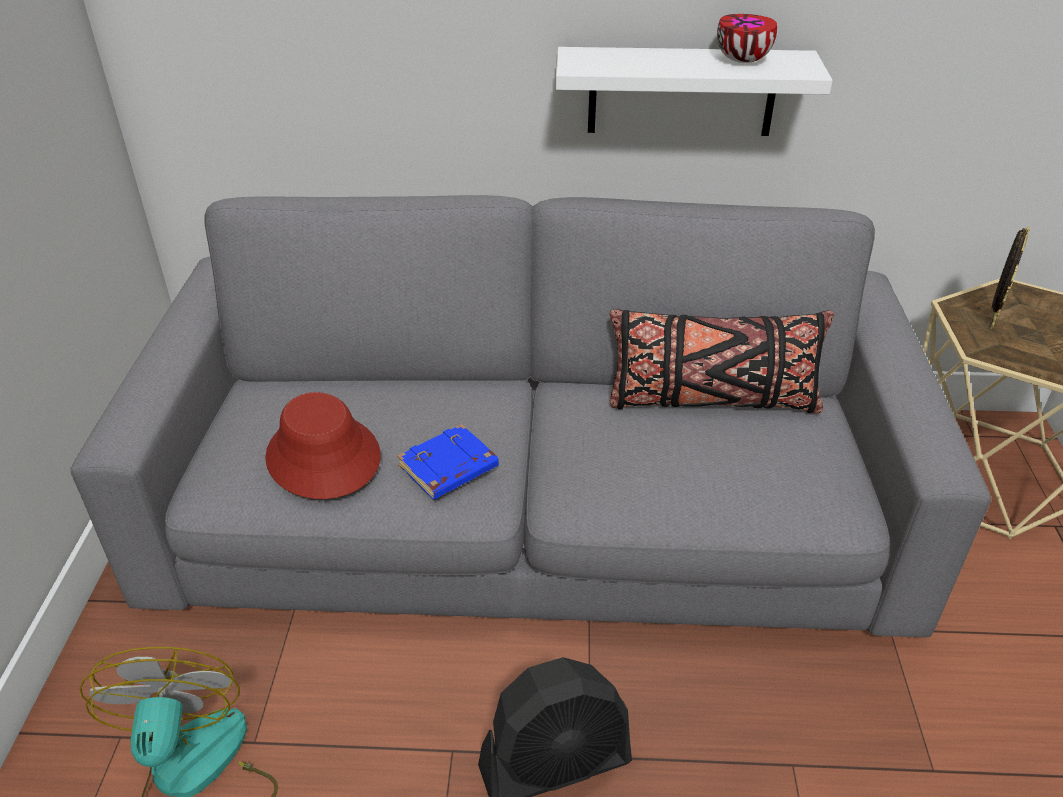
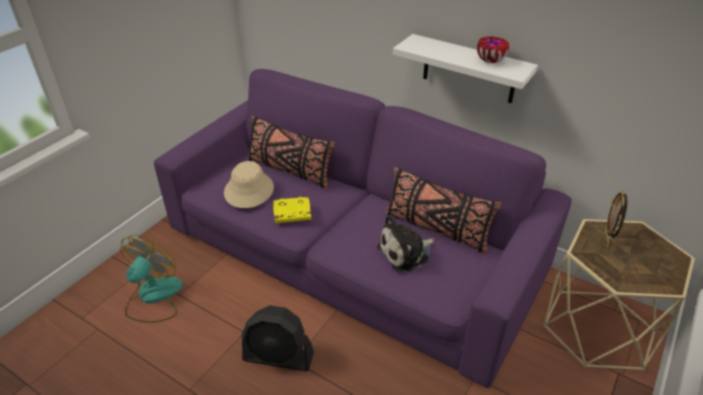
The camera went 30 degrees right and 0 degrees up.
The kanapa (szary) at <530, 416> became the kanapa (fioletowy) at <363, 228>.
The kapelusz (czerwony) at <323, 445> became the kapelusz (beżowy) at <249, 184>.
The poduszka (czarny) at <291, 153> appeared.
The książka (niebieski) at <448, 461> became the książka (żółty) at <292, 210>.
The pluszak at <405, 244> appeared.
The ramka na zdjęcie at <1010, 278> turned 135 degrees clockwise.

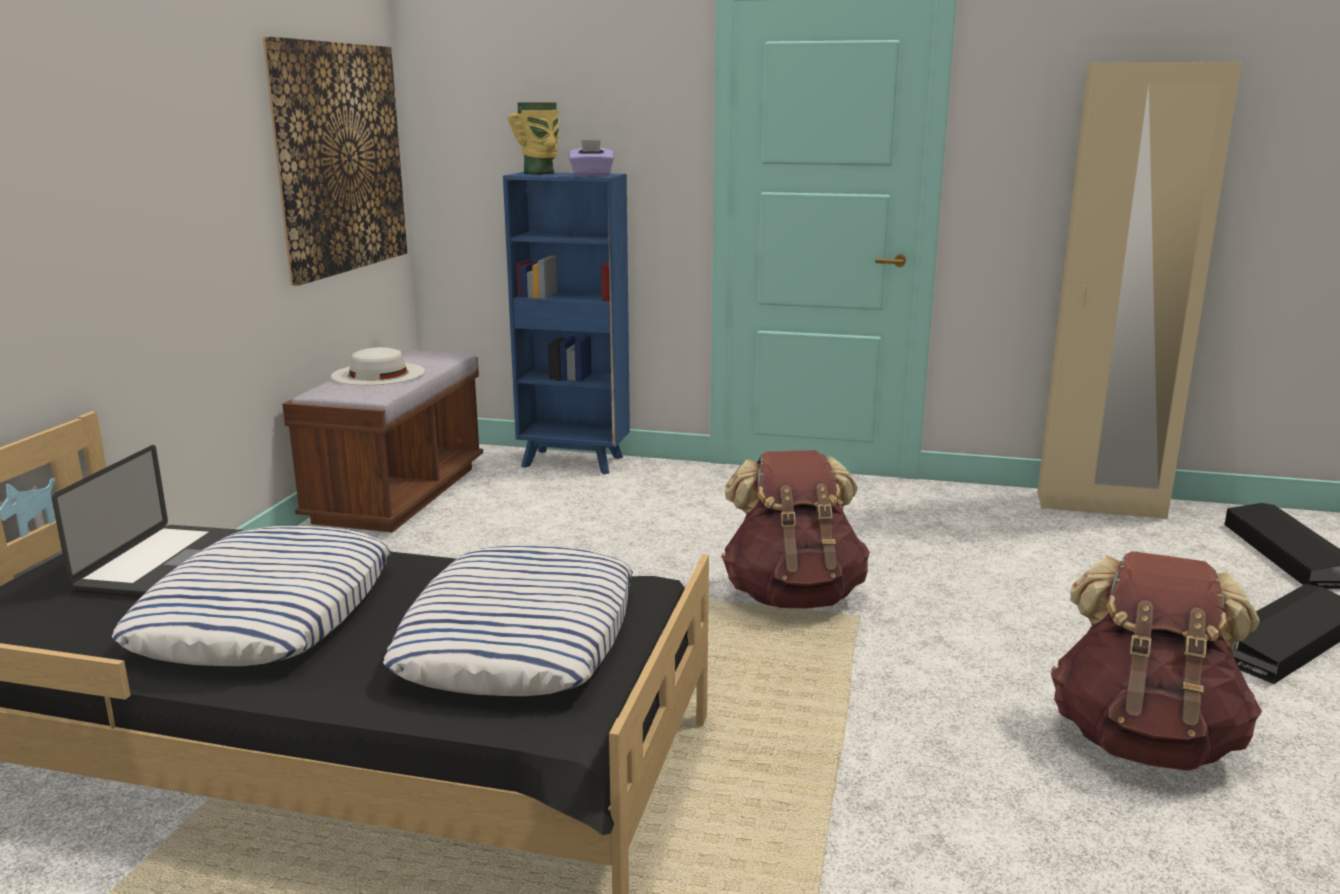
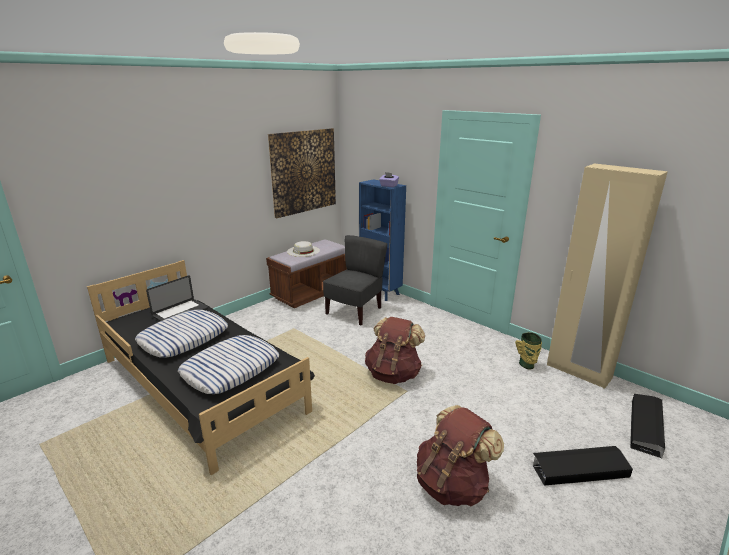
The camera went 30 degrees right and 5 degrees up.
The krzesło (szary) at <355, 280> appeared.
The wazon moved from <534, 138> to <528, 350>.

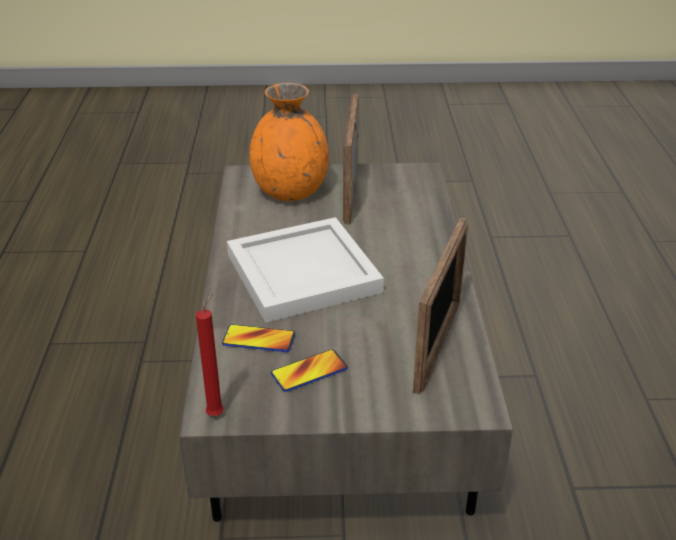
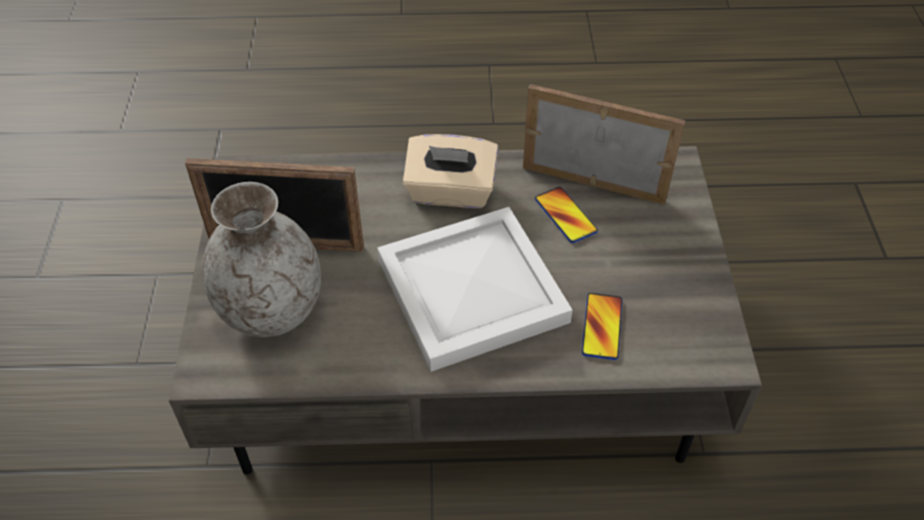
The camera went 90 degrees left and 15 degrees up.
The wazon (pomarańczowy) at <289, 142> became the wazon (szary) at <261, 259>.
The pudełko chusteczek (beżowy) at <450, 171> appeared.
The telefon moved from <309, 370> to <566, 215>.
The świeca (czerwony) at <210, 354> disappeared.

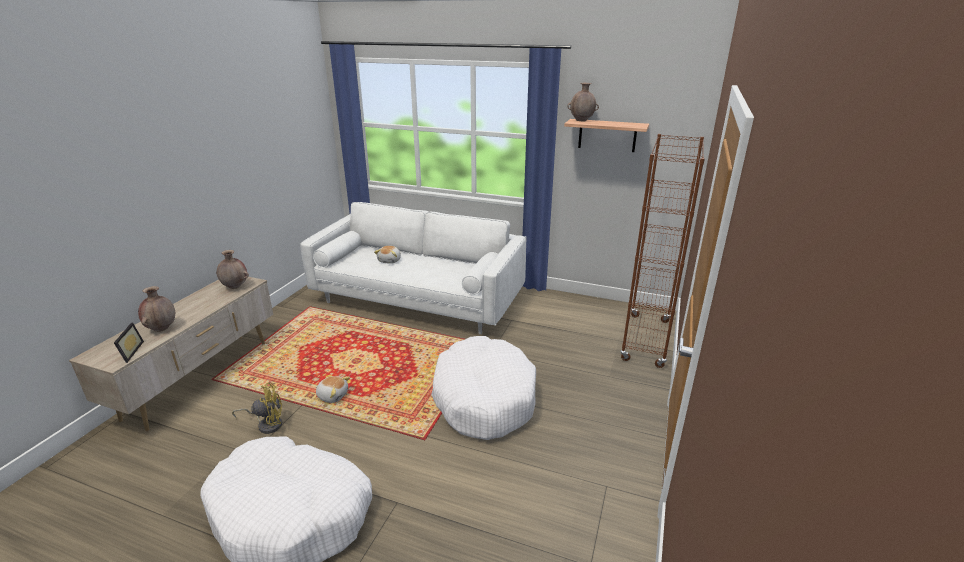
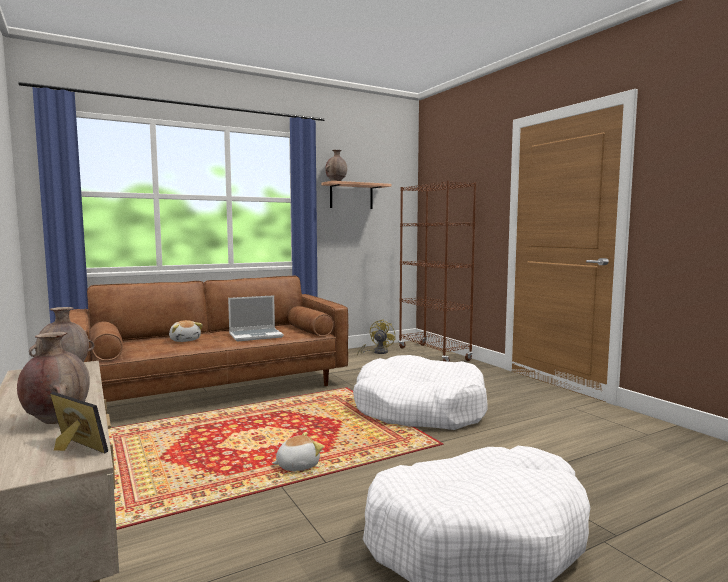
The camera went 50 degrees left and 20 degrees down.
The kanapa (biały) at <413, 268> became the kanapa (brązowy) at <208, 339>.
The laptop at <256, 318> appeared.
The wentylator (żółty) moved from <257, 408> to <376, 337>.

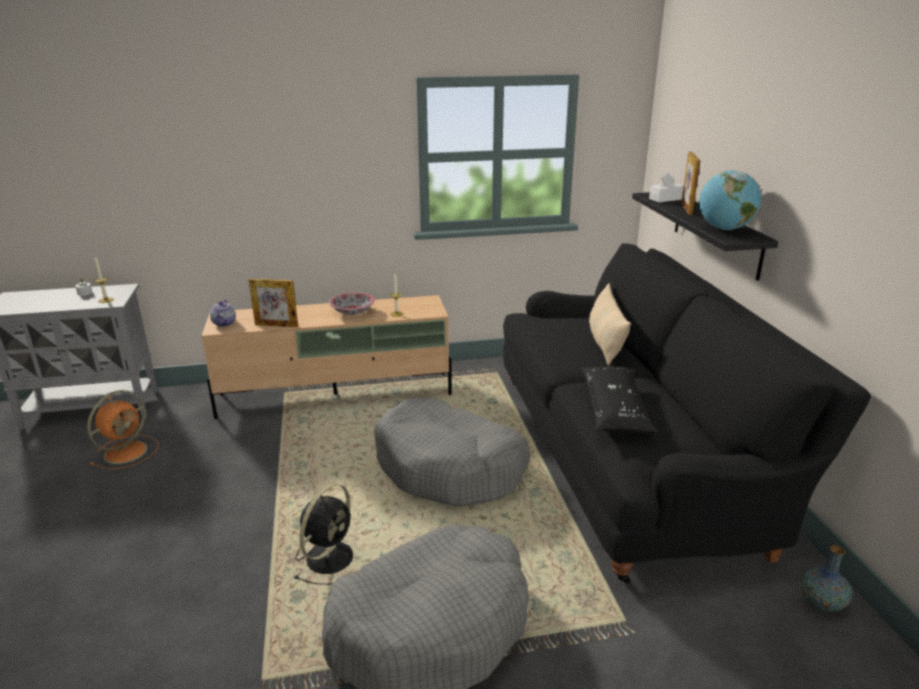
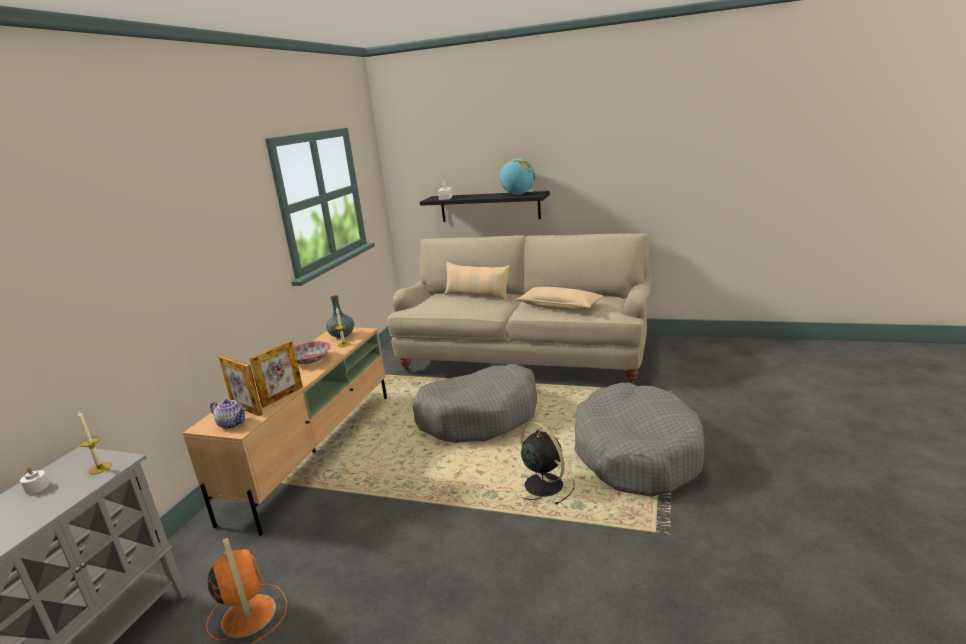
The camera went 60 degrees left and 5 degrees down.
The ramka na zdjęcie moved from <690, 183> to <241, 386>.
The wazon moved from <826, 578> to <340, 316>.
The kanapa (czarny) at <687, 413> became the kanapa (beżowy) at <519, 309>.
The poduszka (czarny) at <619, 399> became the poduszka (beżowy) at <559, 299>.

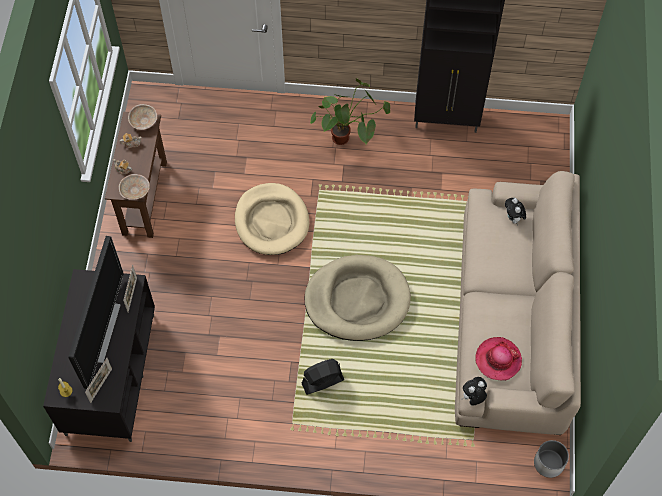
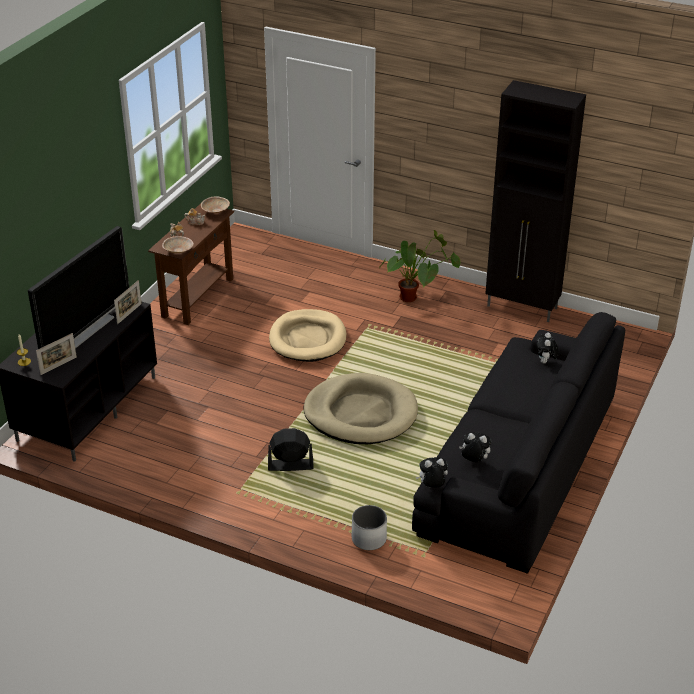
The camera went 20 degrees right and 25 degrees down.
The donica (biały) moved from <551, 459> to <369, 527>.
The kanapa (beżowy) at <518, 303> became the kanapa (czarny) at <518, 443>.
The kapelusz at <498, 359> was replaced by the pluszak at <475, 447>.

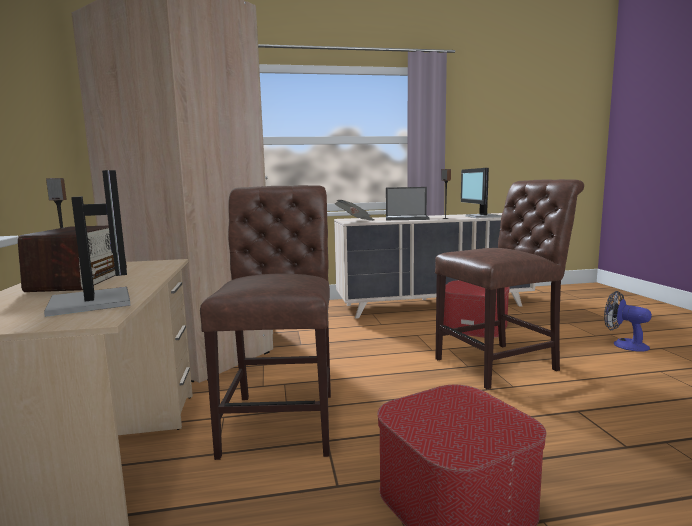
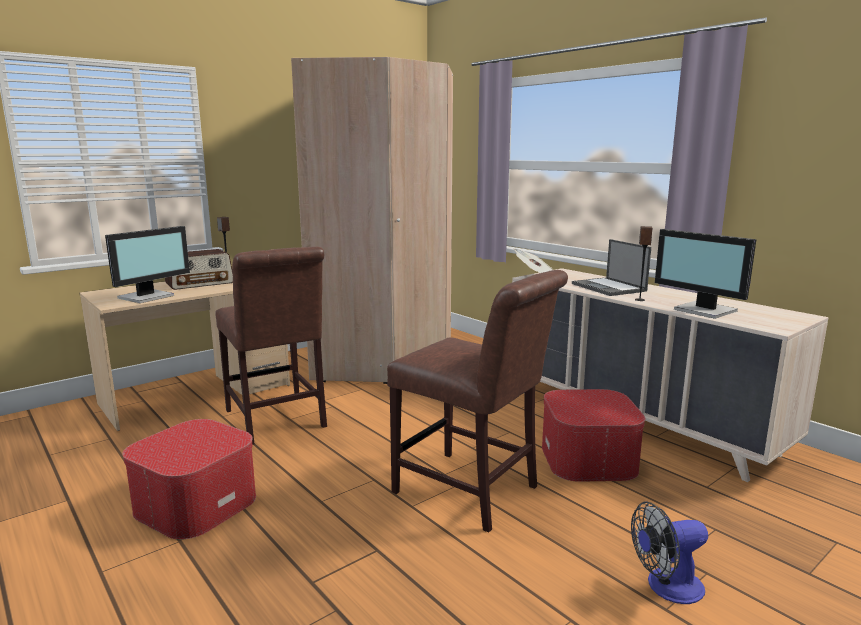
The camera went 60 degrees right and 5 degrees up.
The krzesło (brązowy) at <265, 322> turned 90 degrees clockwise.
The wentylator at <628, 321> turned 120 degrees counterclockwise.
The monitor at <481, 193> turned 90 degrees counterclockwise.

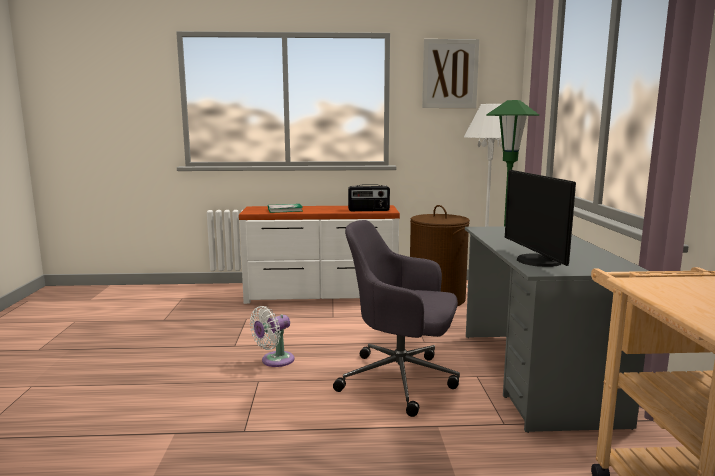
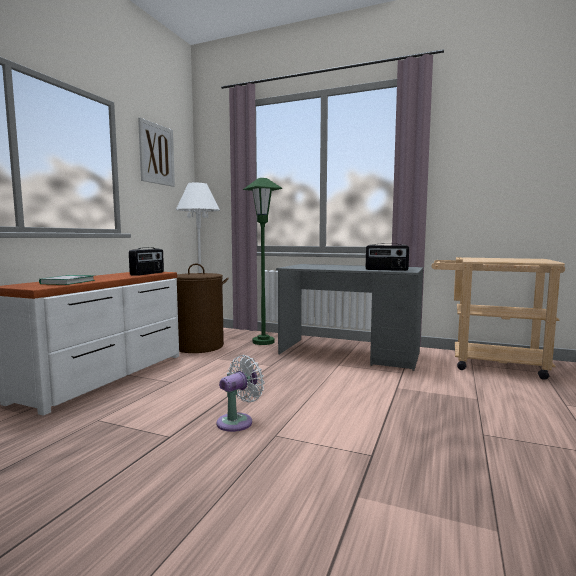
The camera went 65 degrees left and 5 degrees down.
The wentylator (biały) at <272, 336> turned 120 degrees counterclockwise.
The monitor at <540, 218> was replaced by the radio at <387, 257>.
The krzesło biurowe (szary) at <396, 318> disappeared.

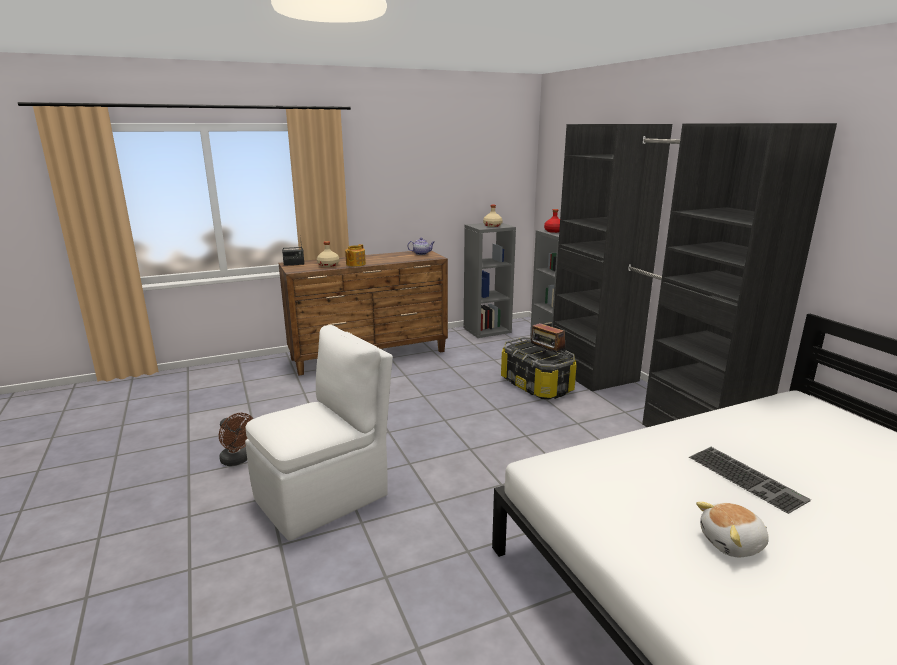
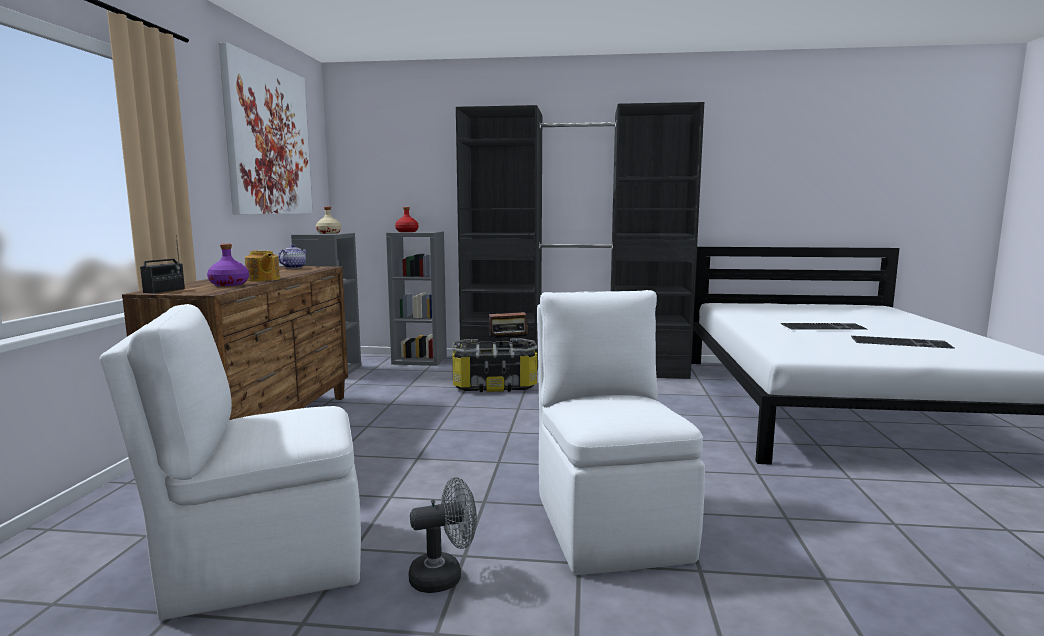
The camera went 60 degrees left and 10 degrees down.
The krzesło (biały) at <230, 462> appeared.
The butelka (beżowy) at <328, 254> became the butelka (fioletowy) at <228, 265>.
The obraz at <266, 128> appeared.
The wentylator (brązowy) at <236, 439> became the wentylator (szary) at <443, 535>.
The pluszak at <732, 529> was replaced by the klawiatura at <903, 342>.

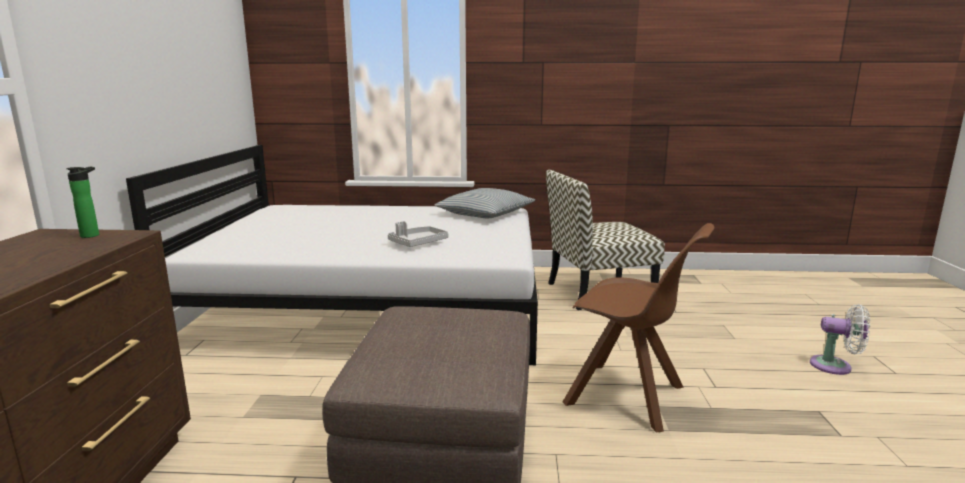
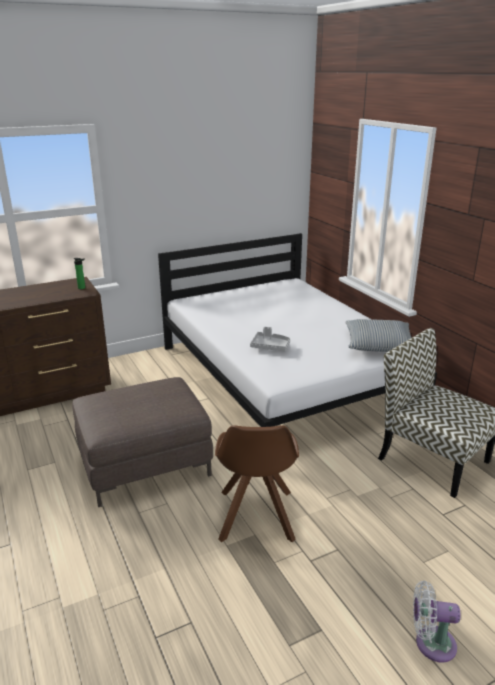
The camera went 60 degrees right and 10 degrees up.
The wentylator (biały) at <840, 339> turned 105 degrees clockwise.

